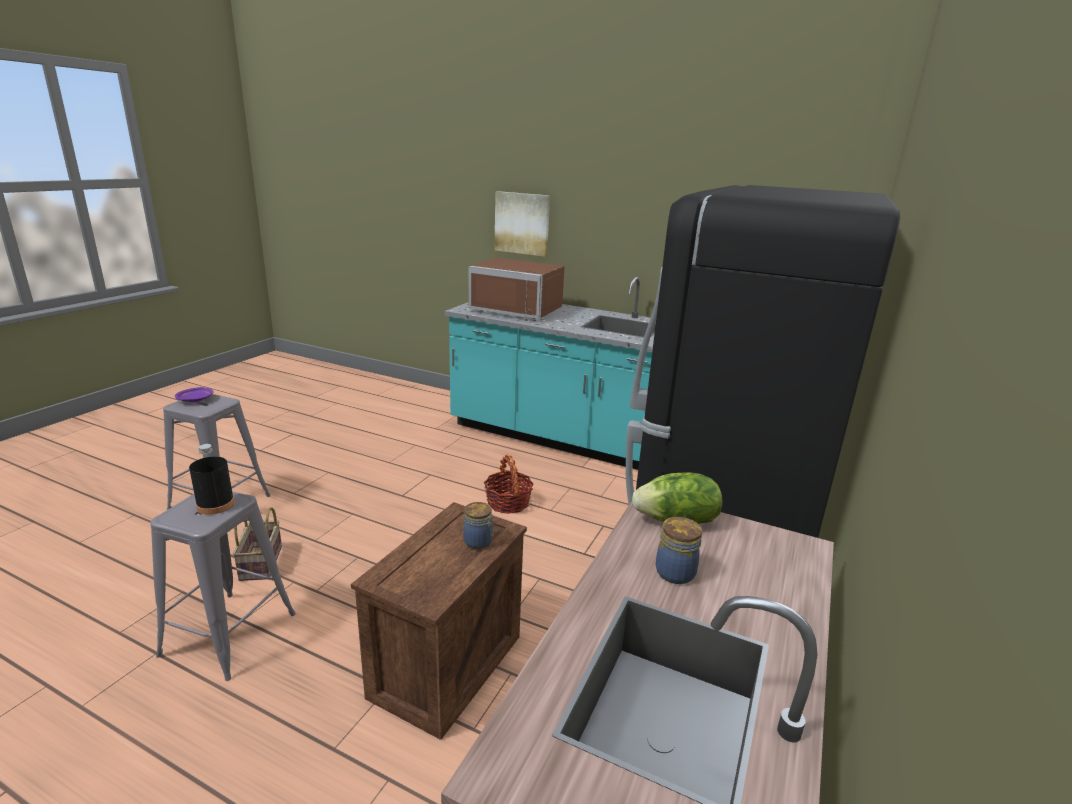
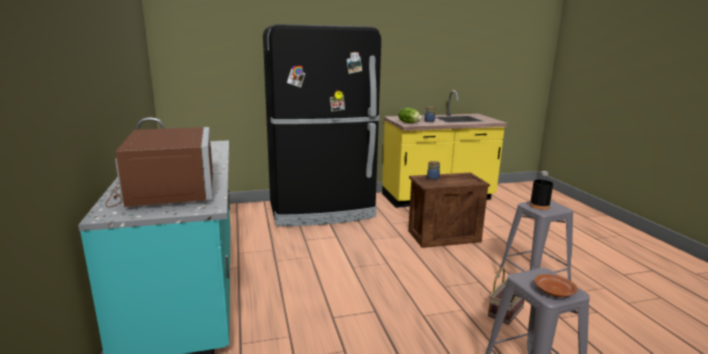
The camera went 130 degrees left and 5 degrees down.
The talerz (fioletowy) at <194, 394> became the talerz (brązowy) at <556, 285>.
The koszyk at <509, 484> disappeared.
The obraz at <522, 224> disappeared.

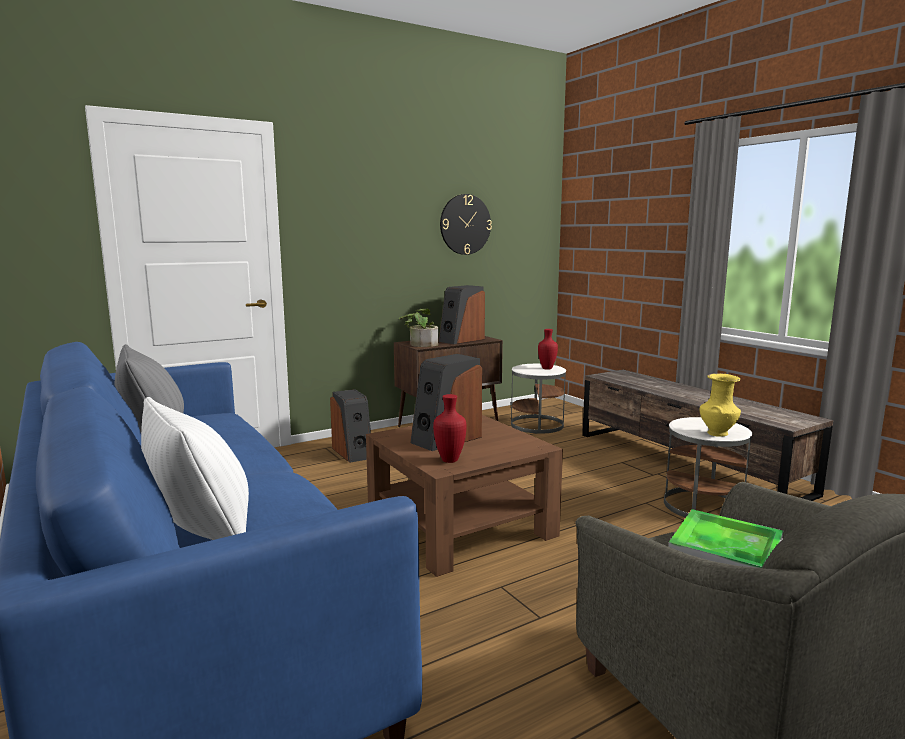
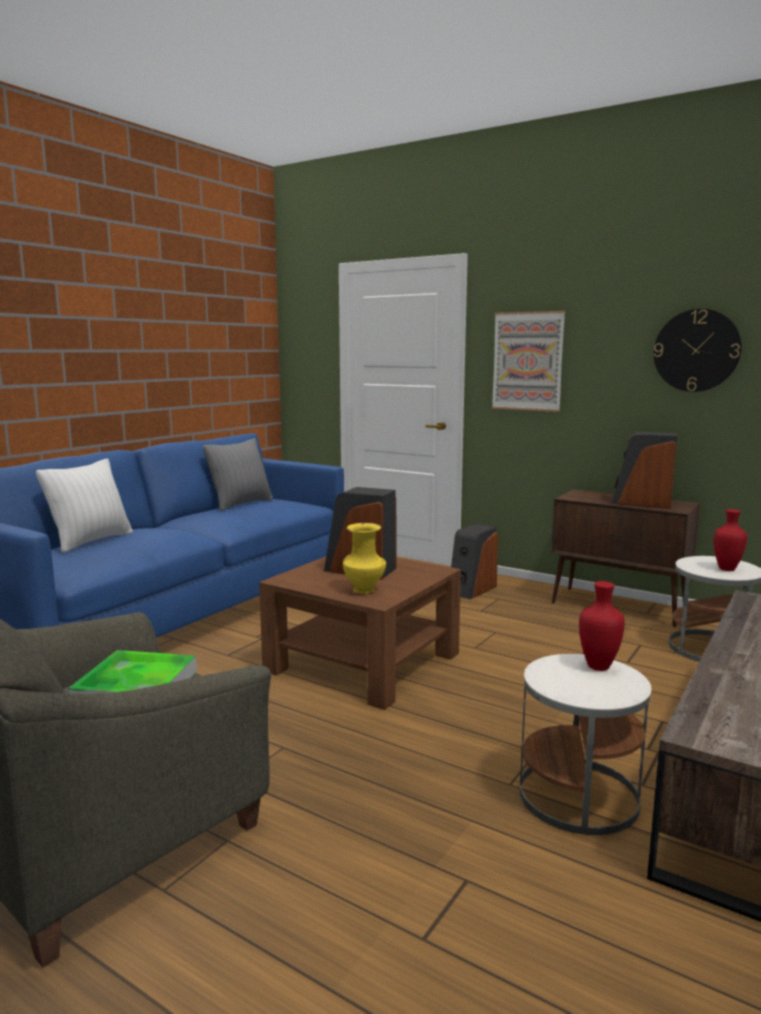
The camera went 65 degrees right and 0 degrees up.
The wazon (żółty) moved from <720, 405> to <364, 558>.
The obraz at <528, 361> appeared.
The wazon (czerwony) moved from <450, 428> to <602, 626>.
The roślina doniczkowa at <418, 328> disappeared.

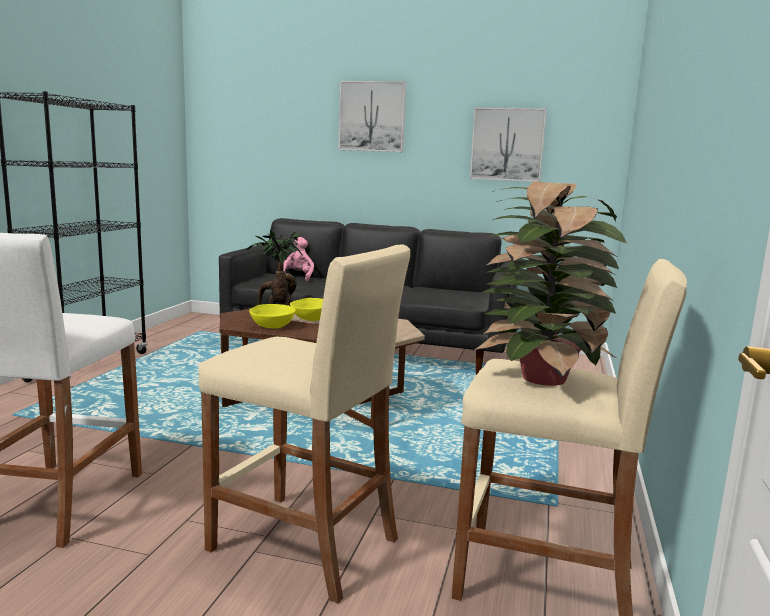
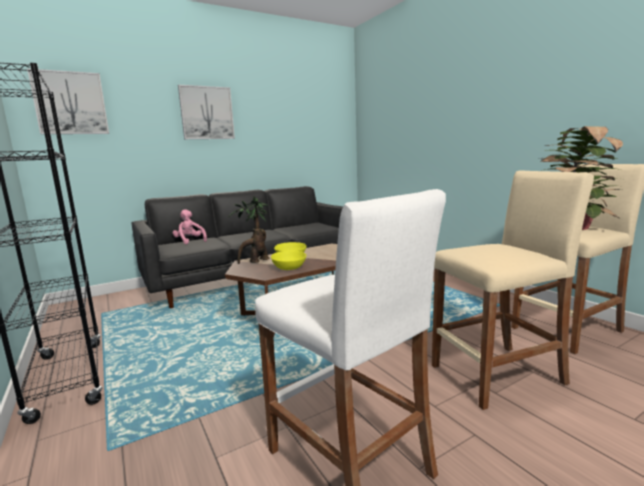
The camera went 45 degrees left and 0 degrees up.
The obraz moved from <508, 144> to <68, 101>.

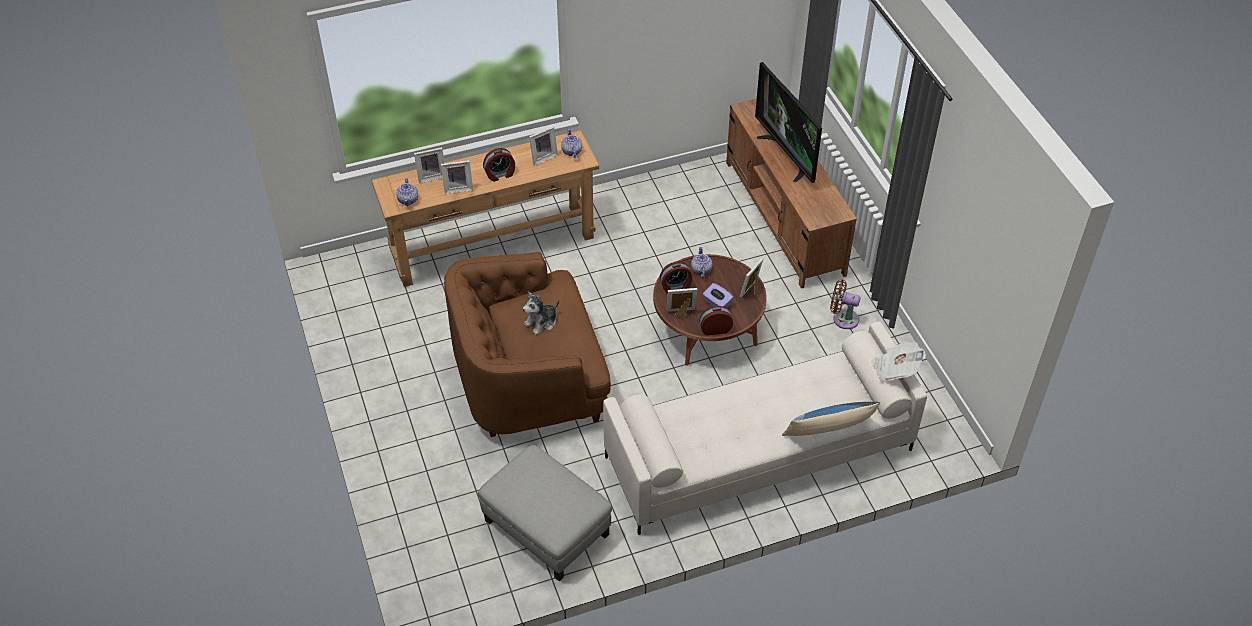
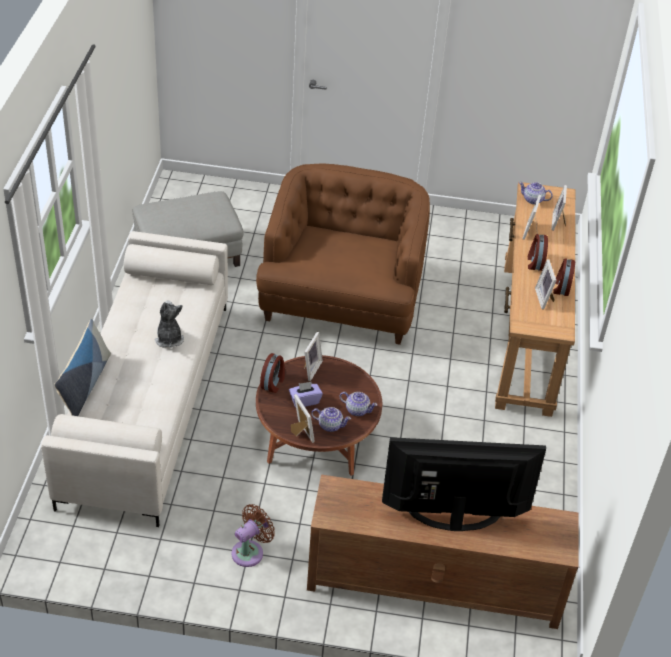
The camera went 115 degrees right and 5 degrees down.
The pluszak moved from <541, 313> to <169, 324>.
The imbryk moved from <571, 143> to <331, 419>.
The budzik moved from <676, 277> to <564, 277>.
The gazeta at <898, 361> disappeared.

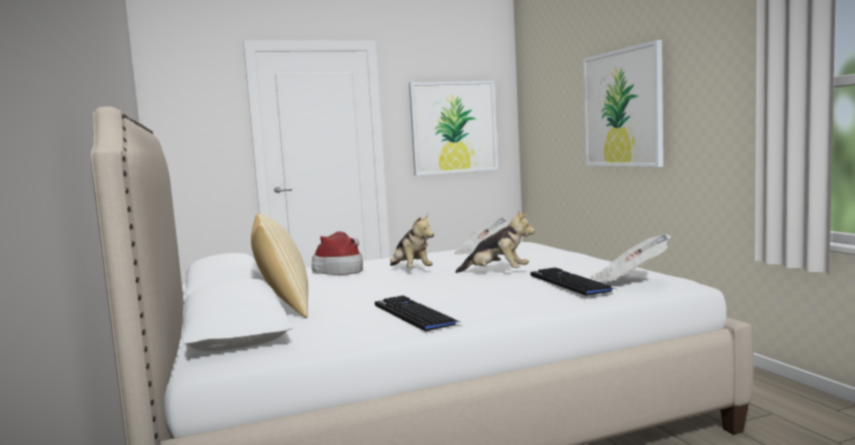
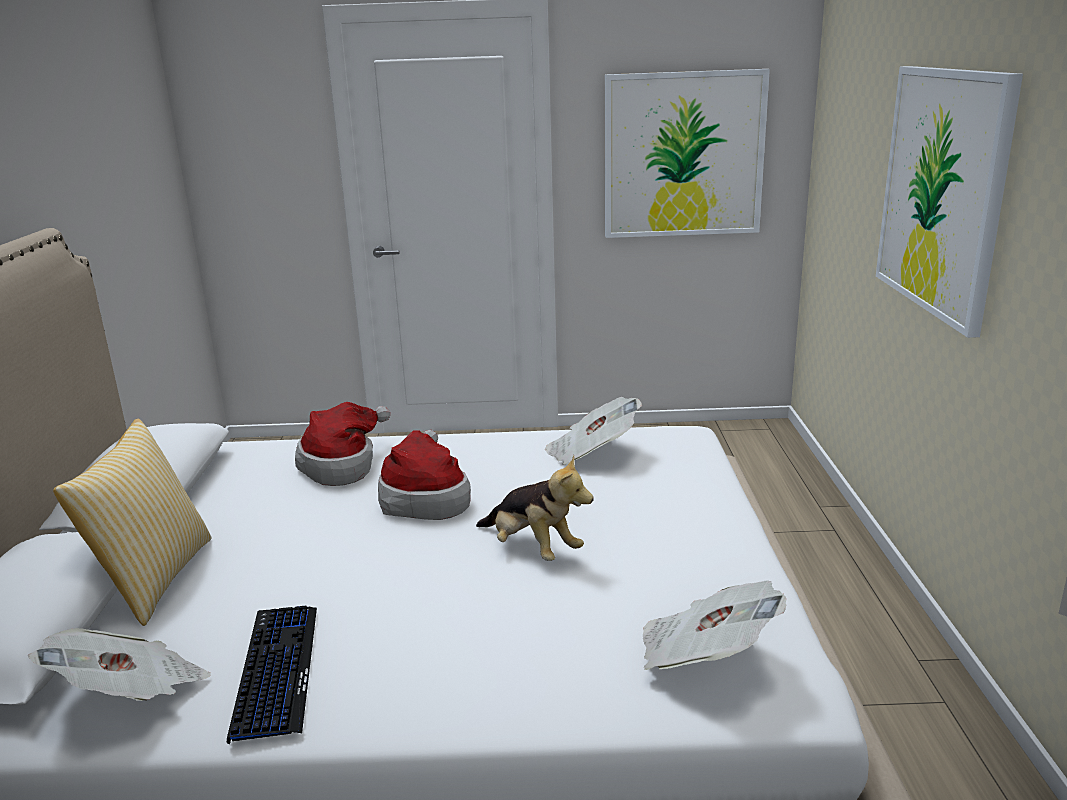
The camera went 20 degrees right and 15 degrees up.
The gazeta at <119, 664> appeared.
The pluszak at <412, 240> was replaced by the kapelusz at <424, 475>.
The klawiatura at <574, 281> disappeared.

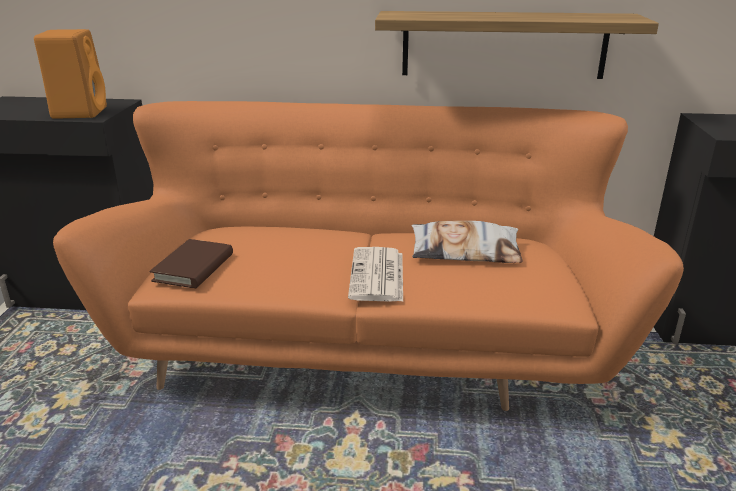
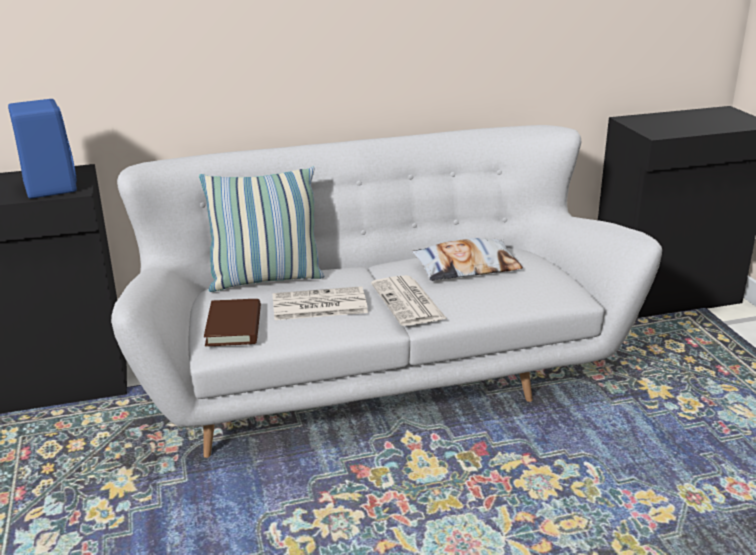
The camera went 20 degrees left and 0 degrees up.
The głośnik (pomarańczowy) at <70, 74> became the głośnik (niebieski) at <42, 149>.
The kanapa (pomarańczowy) at <368, 256> became the kanapa (biały) at <386, 291>.
The poduszka at <262, 229> appeared.
The gazeta at <320, 303> appeared.
The półka at <517, 45> disappeared.

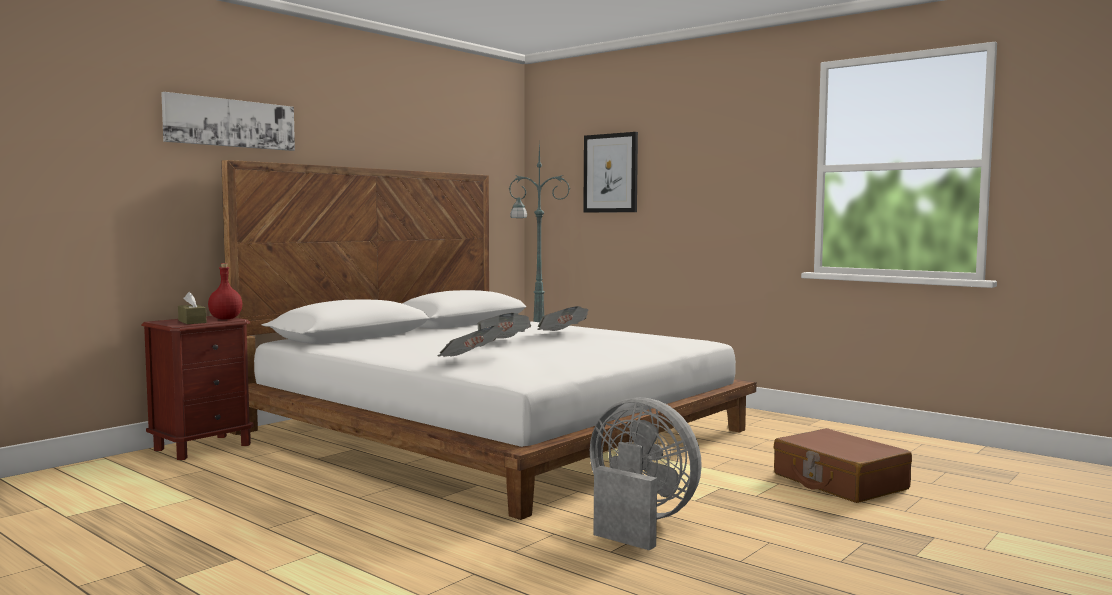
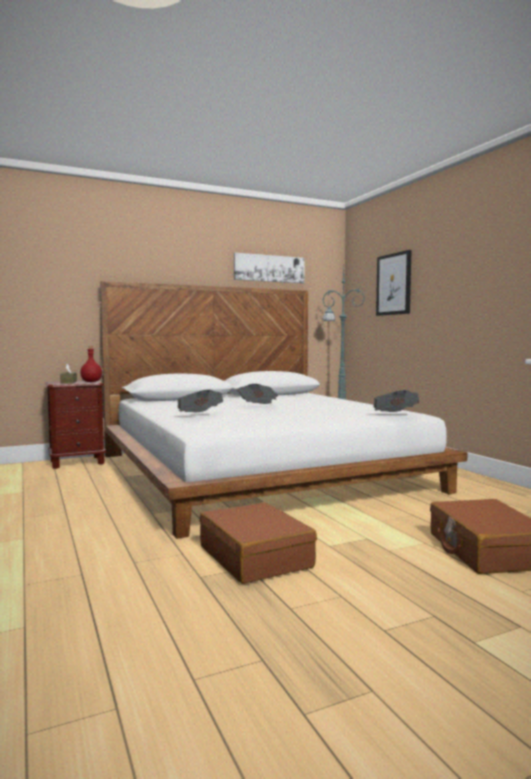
The camera went 25 degrees right and 0 degrees up.
The wentylator (szary) at <646, 474> was replaced by the walizka (brązowy) at <258, 543>.
The obraz moved from <228, 121> to <269, 268>.
The gazeta moved from <562, 318> to <396, 401>.

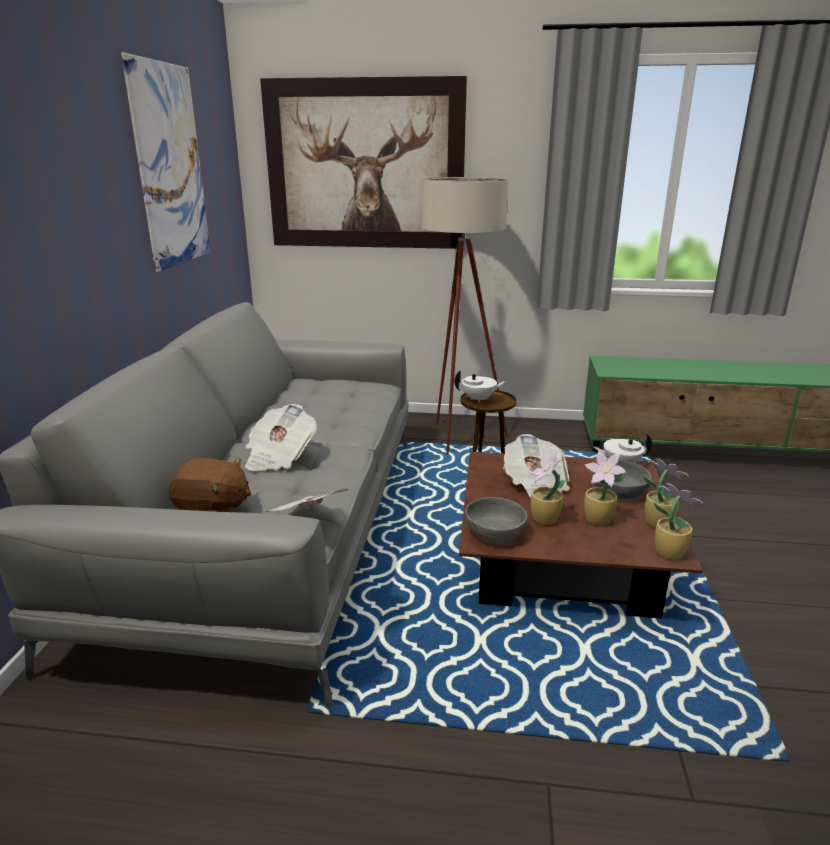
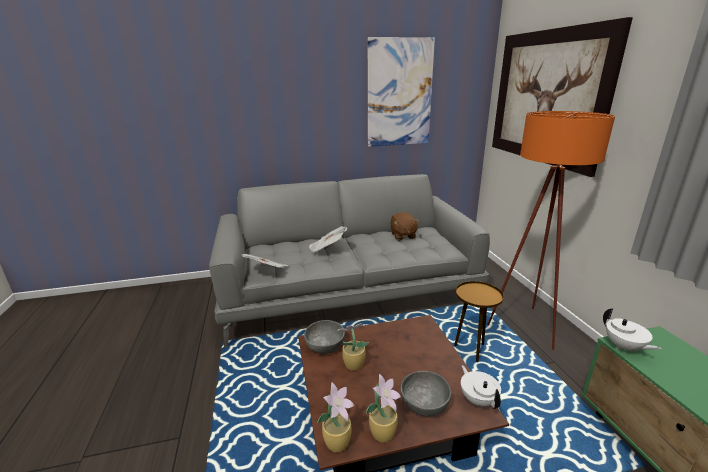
The camera went 70 degrees right and 0 degrees up.
The pluszak (brązowy) moved from <210, 485> to <405, 226>.
The lampa stojąca (beżowy) at <465, 315> became the lampa stojąca (pomarańczowy) at <551, 230>.
The imbryk (biały) moved from <480, 386> to <632, 330>.
The gazeta at <537, 466> disappeared.
The roślina doniczkowa at <605, 488> disappeared.

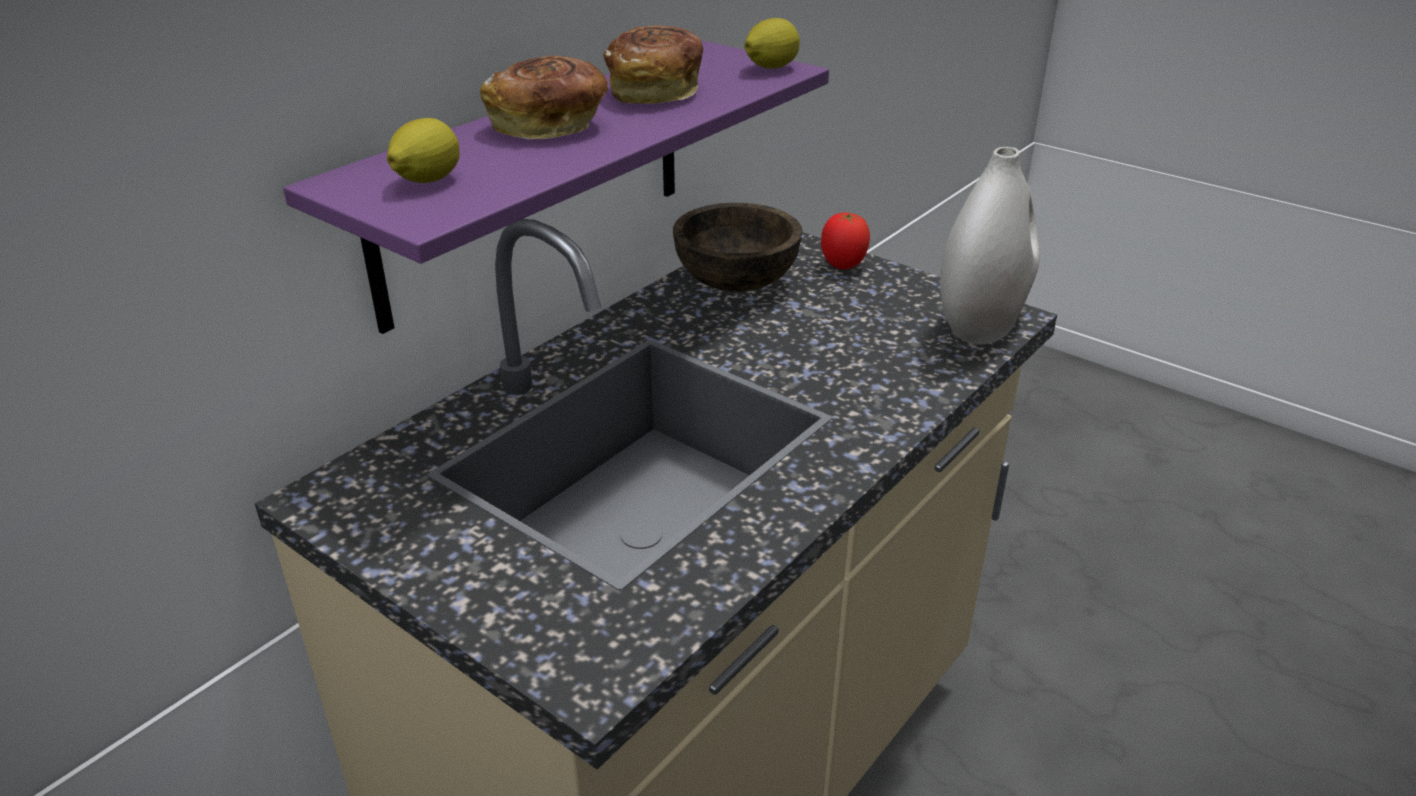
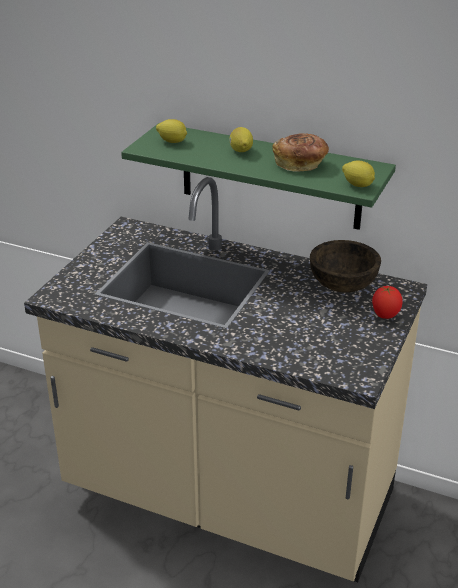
The camera went 75 degrees right and 0 degrees up.
The półka (fioletowy) at <556, 187> became the półka (zielony) at <258, 176>.
The chleb at <544, 97> was replaced by the cytryna at <241, 139>.
The wazon (biały) at <990, 245> disappeared.

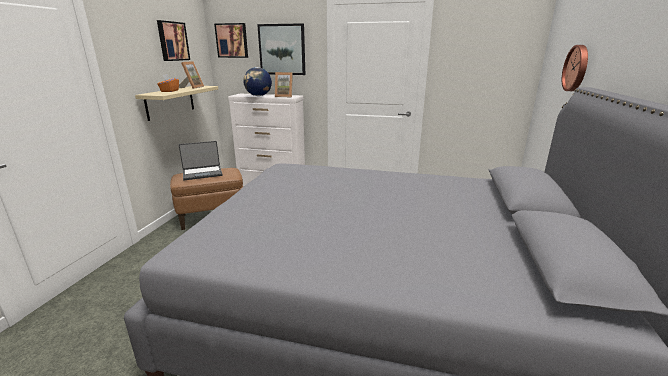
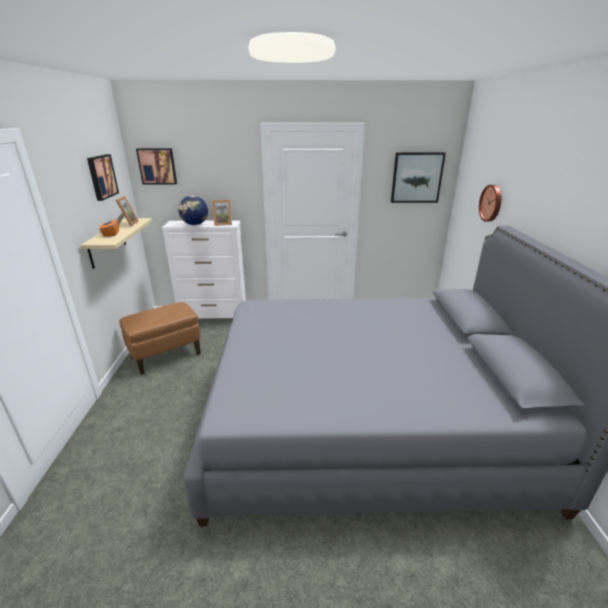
The camera went 15 degrees left and 5 degrees up.
The obraz moved from <281, 49> to <418, 177>.
The laptop at <201, 160> disappeared.

